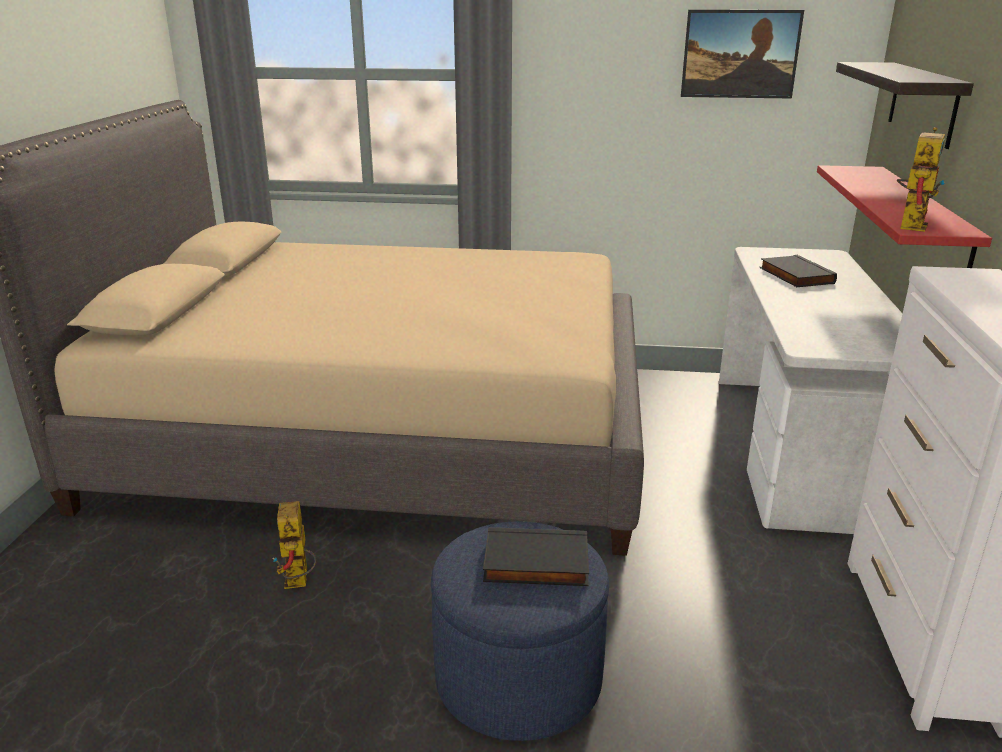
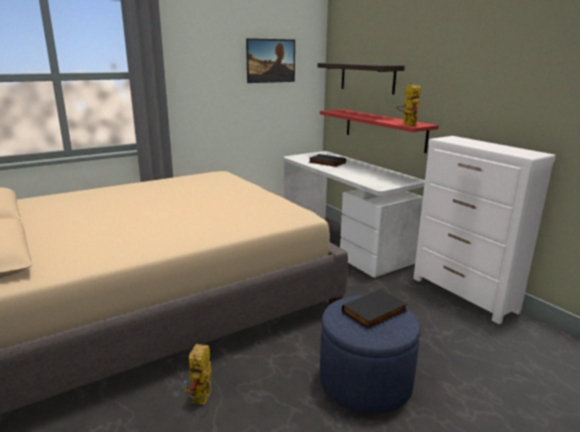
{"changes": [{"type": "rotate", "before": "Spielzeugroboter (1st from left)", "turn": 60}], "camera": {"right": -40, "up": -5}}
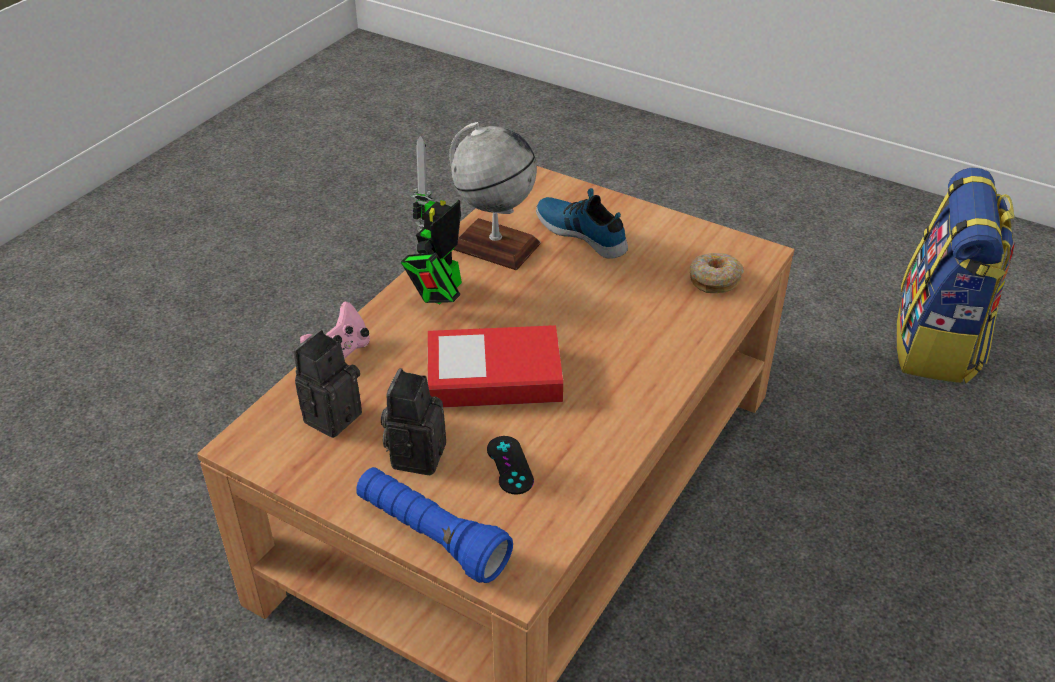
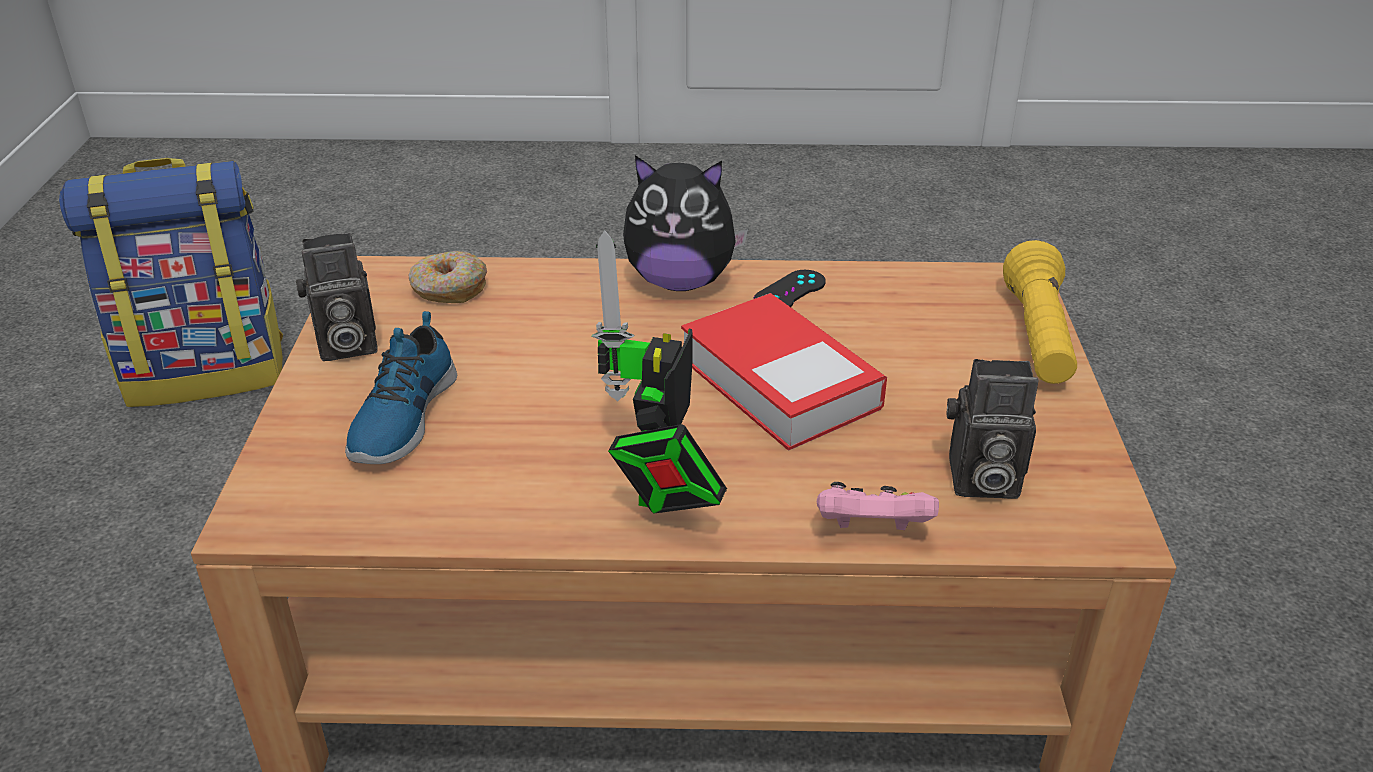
{"changes": [{"type": "move", "before": "Kamera (2nd from left in the first image)", "after": "Kamera (1st from left)"}, {"type": "rotate", "before": "Spielzeugroboter", "turn": 105}, {"type": "insert", "after": "Plüschtier"}, {"type": "move", "before": "Gamepad [schwarz]"}, {"type": "recolor", "before": "Taschenlampe [blau]", "after": "Taschenlampe [gelb]"}, {"type": "delete", "before": "Globus"}], "camera": {"right": -120, "up": -5}}
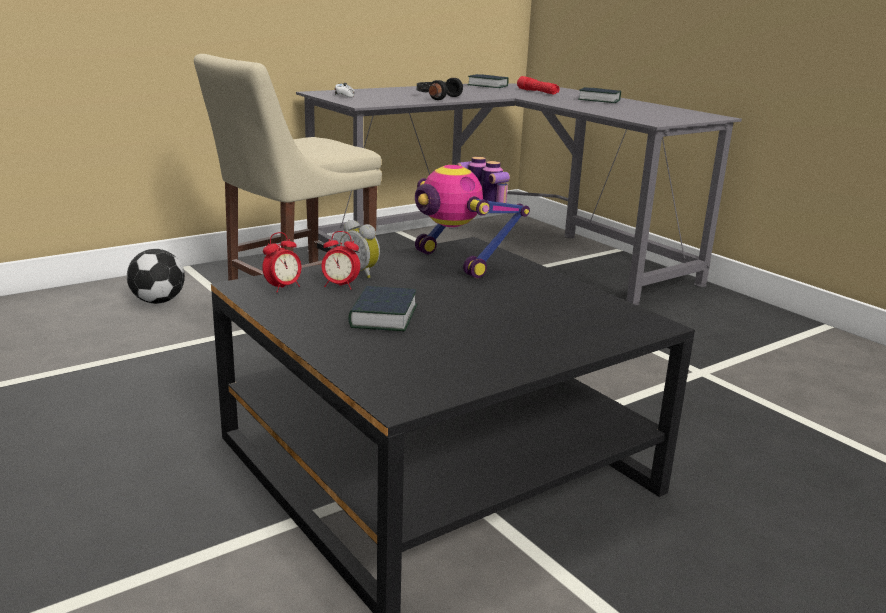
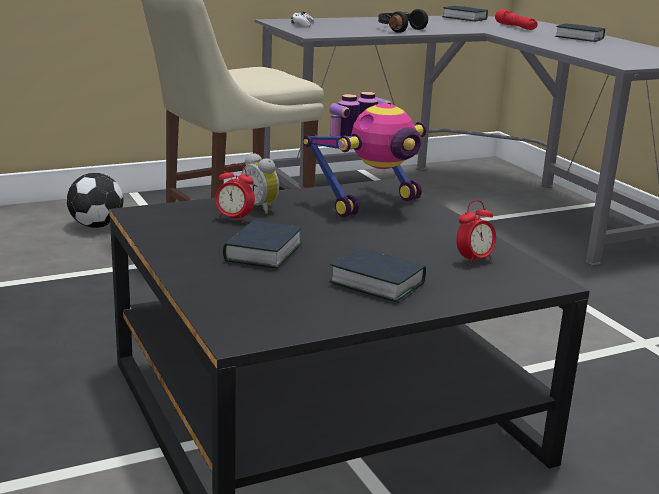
{"changes": [{"type": "rotate", "before": "Spielzeugroboter", "turn": -105}, {"type": "insert", "after": "Buch (2nd from left)"}, {"type": "move", "before": "Wecker (1st from left in the first image)", "after": "Wecker (3rd from left)"}], "camera": {"right": 10, "up": 0}}
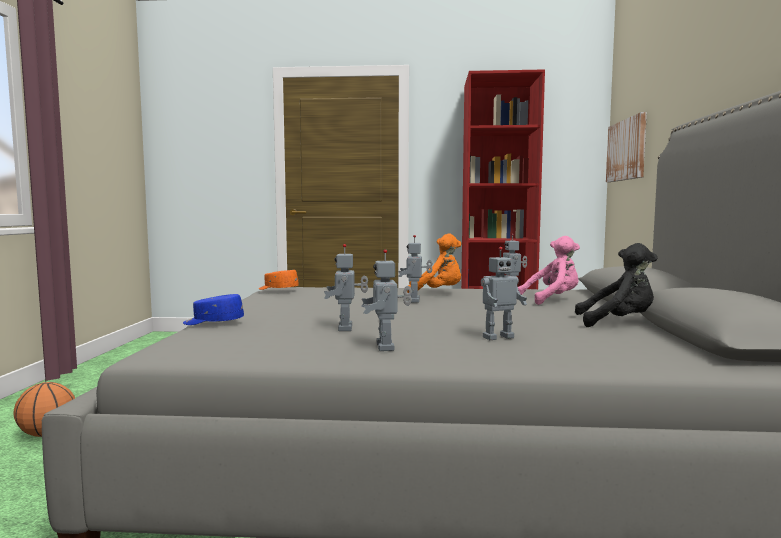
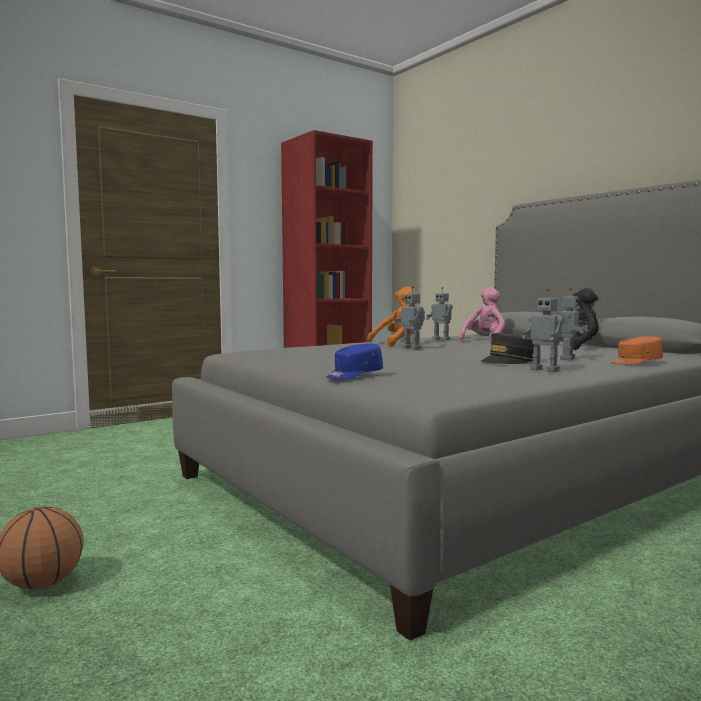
{"changes": [{"type": "insert", "after": "Kappe [grau]"}, {"type": "move", "before": "Kappe [orange]"}, {"type": "delete", "before": "Spielzeugroboter (1st from left)"}, {"type": "delete", "before": "Bild"}], "camera": {"right": -40, "up": 0}}
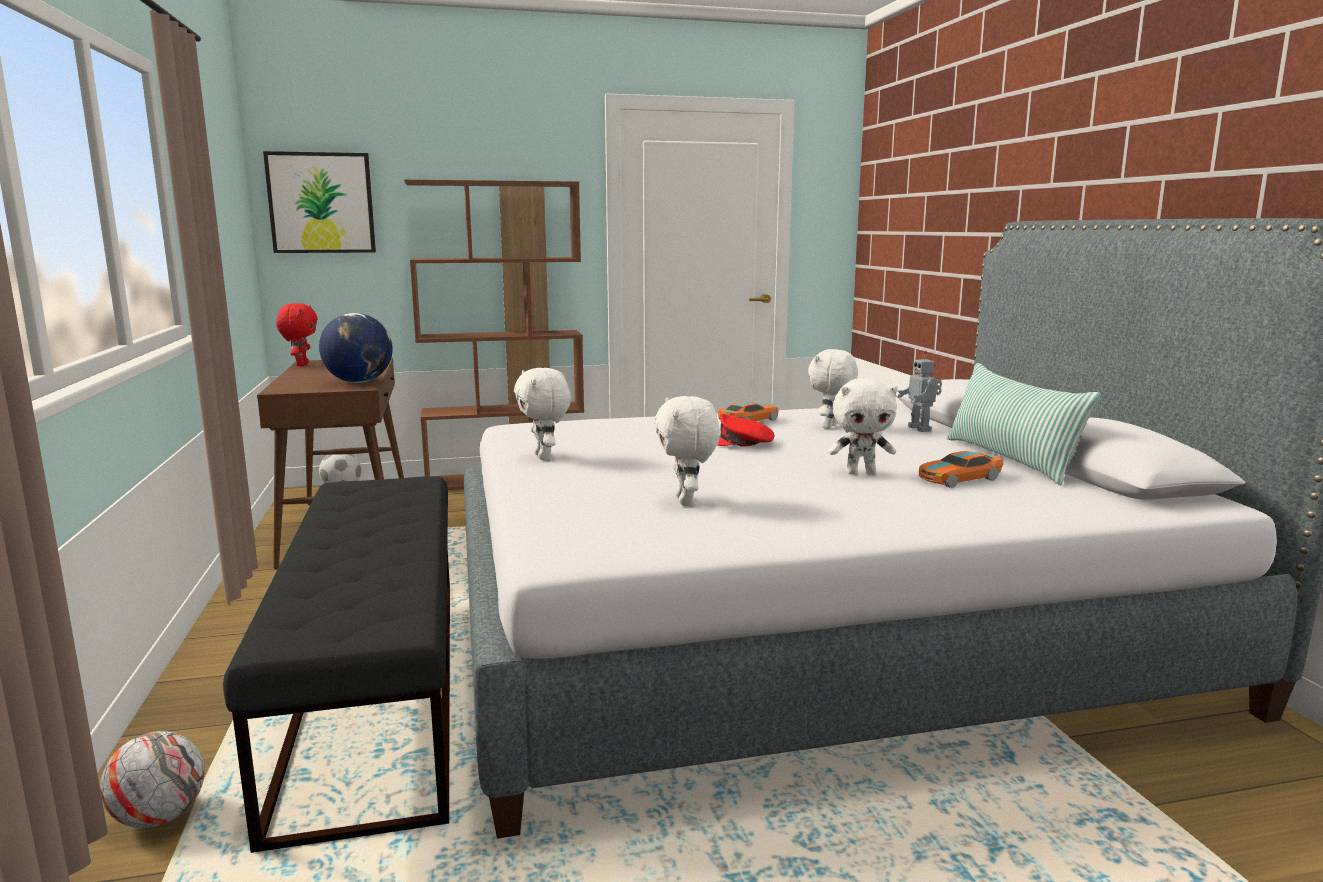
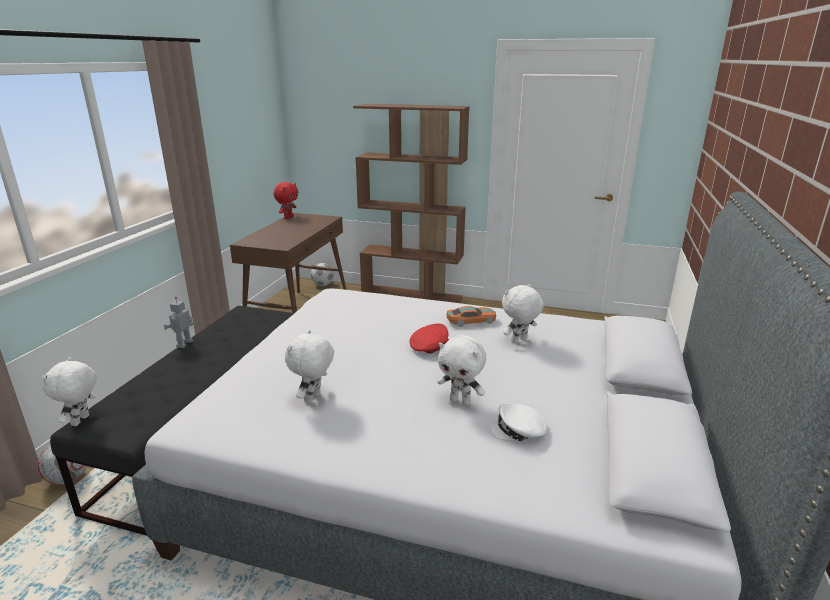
{"changes": [{"type": "move", "before": "Plüschtier [weiß] (1st from left)"}, {"type": "move", "before": "Spielzeugroboter"}, {"type": "rotate", "before": "Kappe [rot]", "turn": 105}, {"type": "replace", "before": "Spielzeugauto (2nd from left)", "after": "Kappe [weiß]"}, {"type": "delete", "before": "Bild"}, {"type": "delete", "before": "Globus"}, {"type": "delete", "before": "Kissen"}], "camera": {"right": 30, "up": 10}}
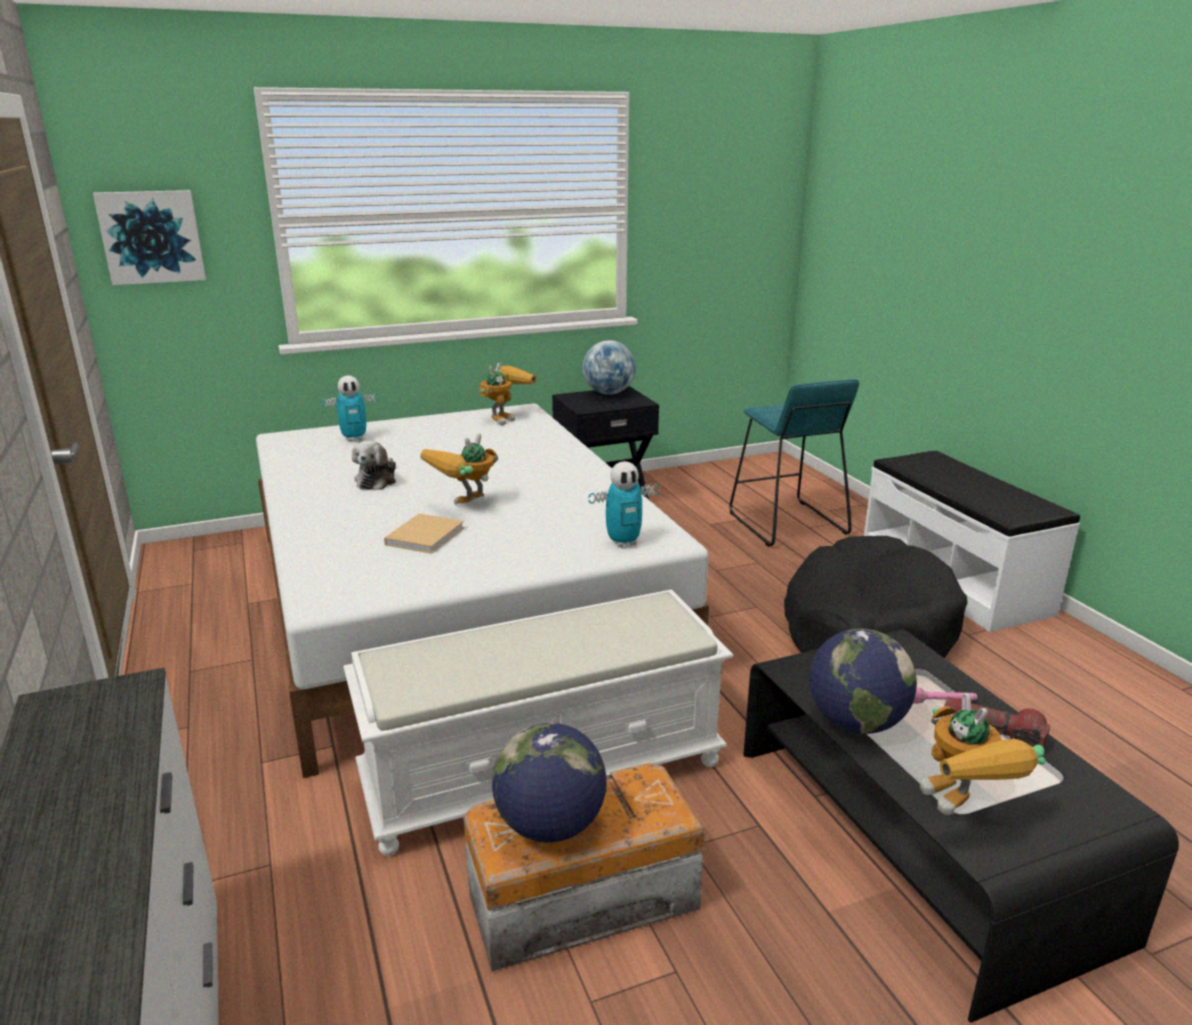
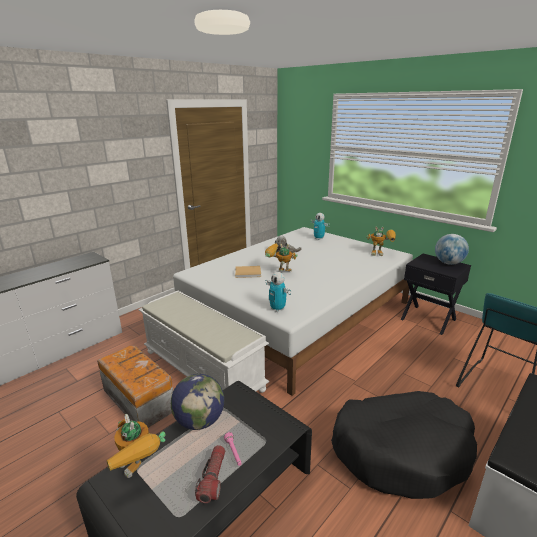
{"changes": [{"type": "rotate", "before": "Spielzeugroboter (5th from left in the first image)", "turn": -90}, {"type": "delete", "before": "Bild"}, {"type": "delete", "before": "Globus (1st from left)"}], "camera": {"right": 65, "up": 0}}
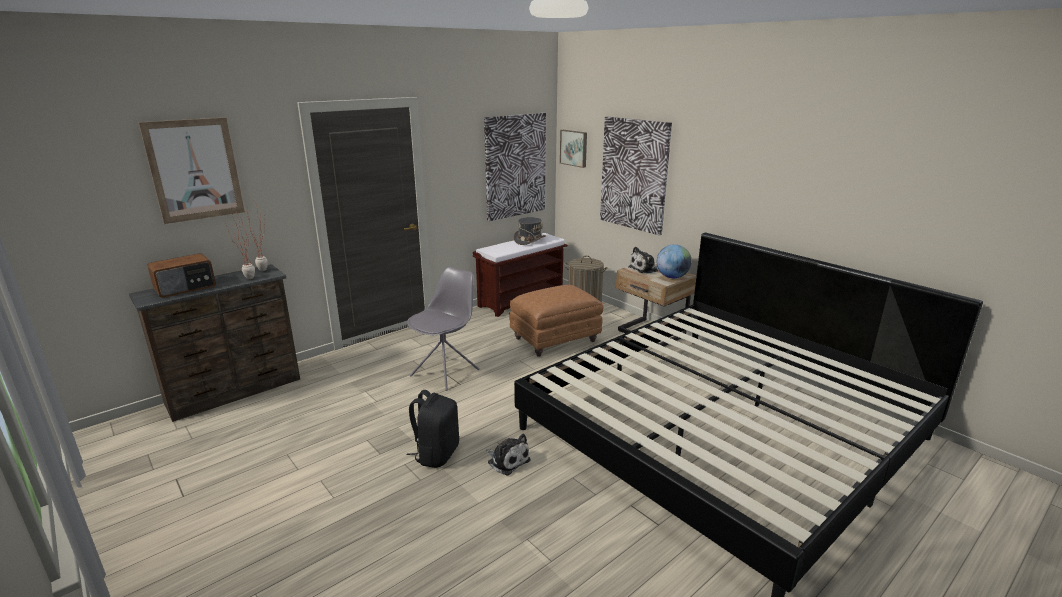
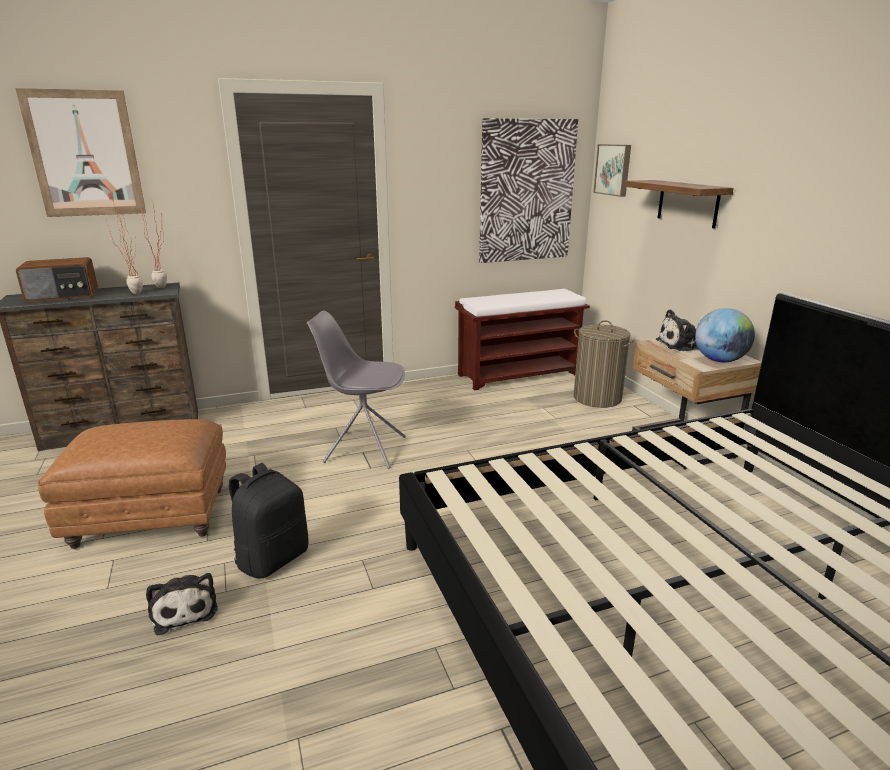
{"changes": [{"type": "move", "before": "Polsterhocker [braun]"}, {"type": "move", "before": "Plüschtier (1st from left)"}, {"type": "rotate", "before": "Stuhl [grau]", "turn": -135}, {"type": "replace", "before": "Bild (4th from left)", "after": "Wandregal"}, {"type": "delete", "before": "Hut [grau]"}], "camera": {"right": 20, "up": 0}}
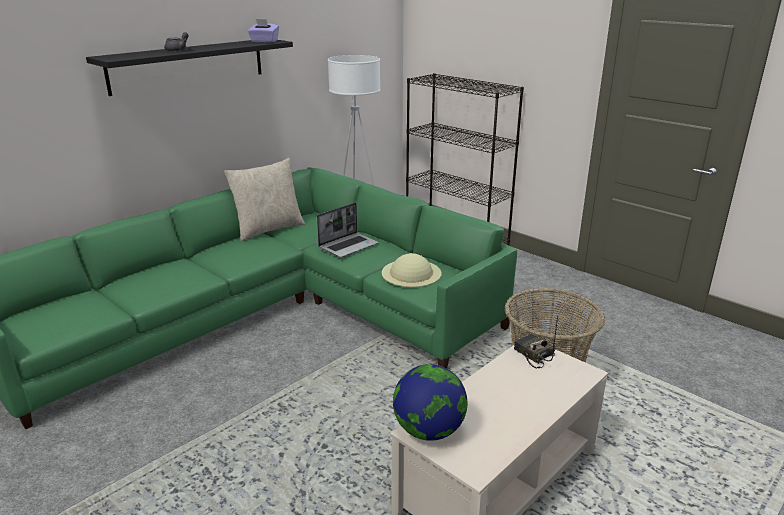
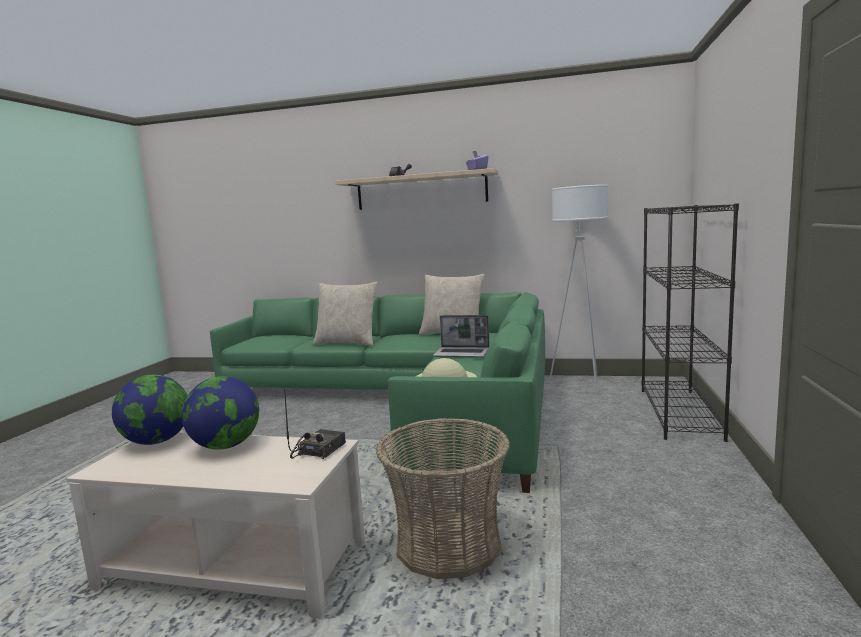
{"changes": [{"type": "insert", "after": "Globus (2nd from left)"}, {"type": "insert", "after": "Kissen [beige] (1st from left)"}, {"type": "recolor", "before": "Wandregal [schwarz]", "after": "Wandregal [beige]"}], "camera": {"right": 60, "up": -15}}
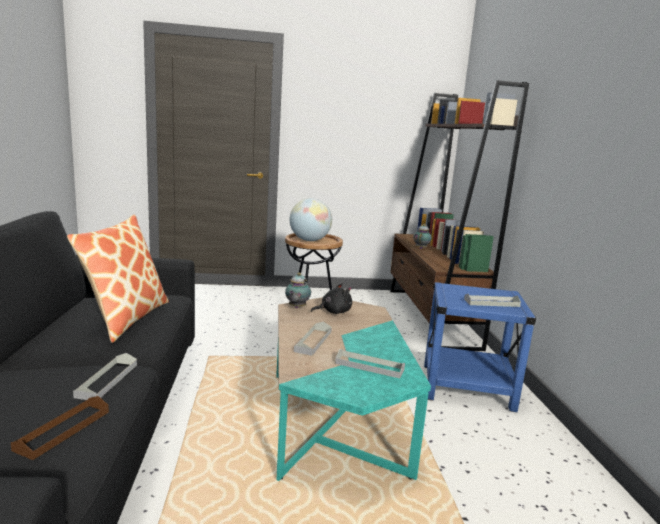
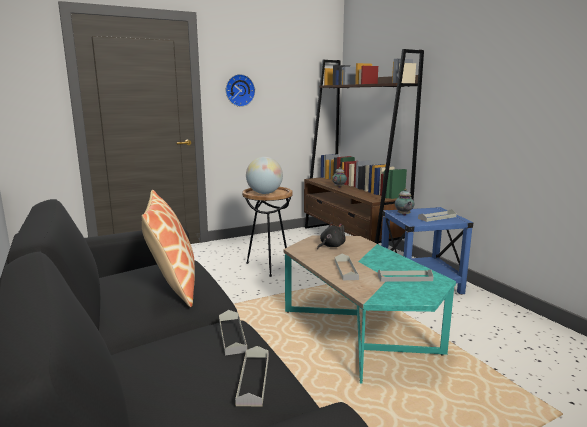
{"changes": [{"type": "insert", "after": "Wanduhr"}, {"type": "recolor", "before": "Tablett [braun]", "after": "Tablett [grau] (2nd from left)"}, {"type": "move", "before": "Teekanne (1st from left in the first image)", "after": "Teekanne (2nd from left)"}], "camera": {"right": -20, "up": 0}}
